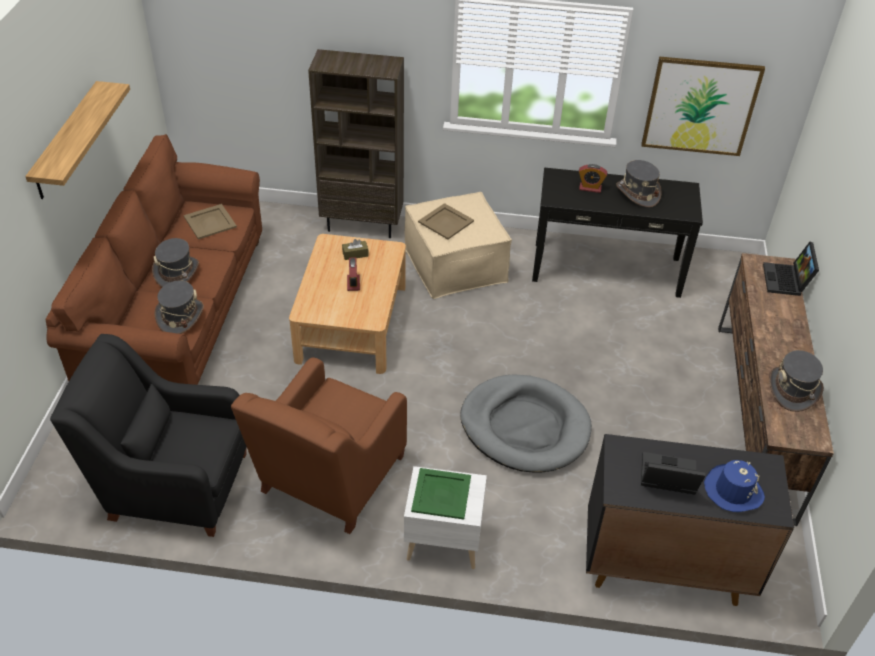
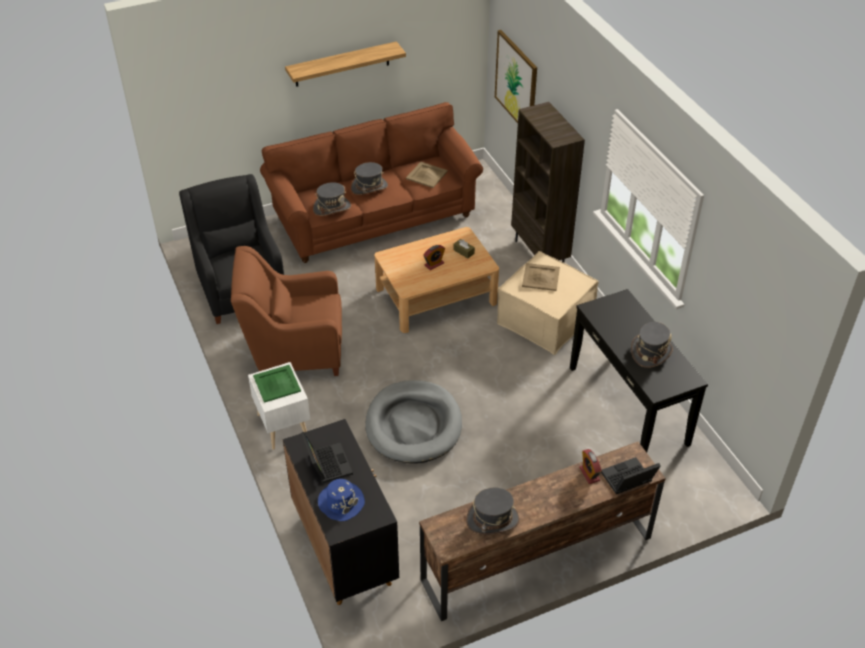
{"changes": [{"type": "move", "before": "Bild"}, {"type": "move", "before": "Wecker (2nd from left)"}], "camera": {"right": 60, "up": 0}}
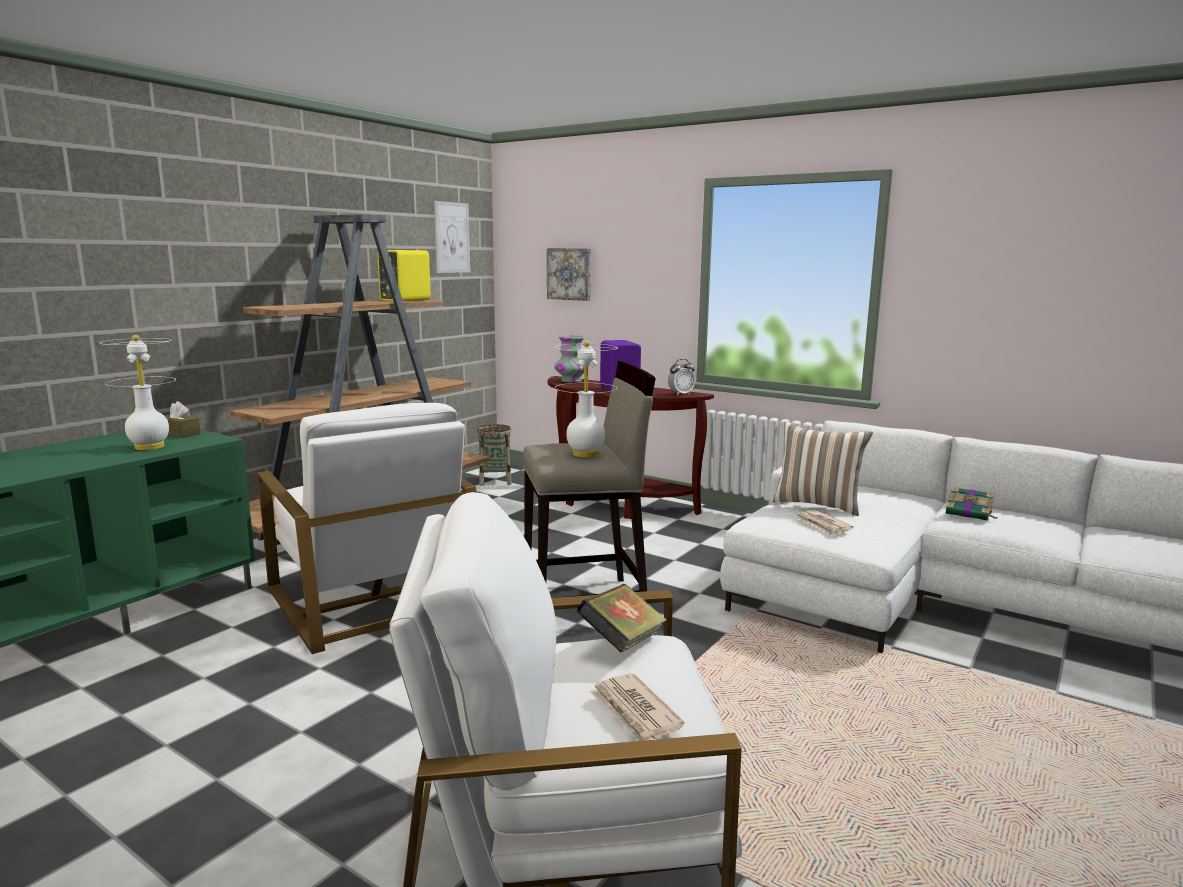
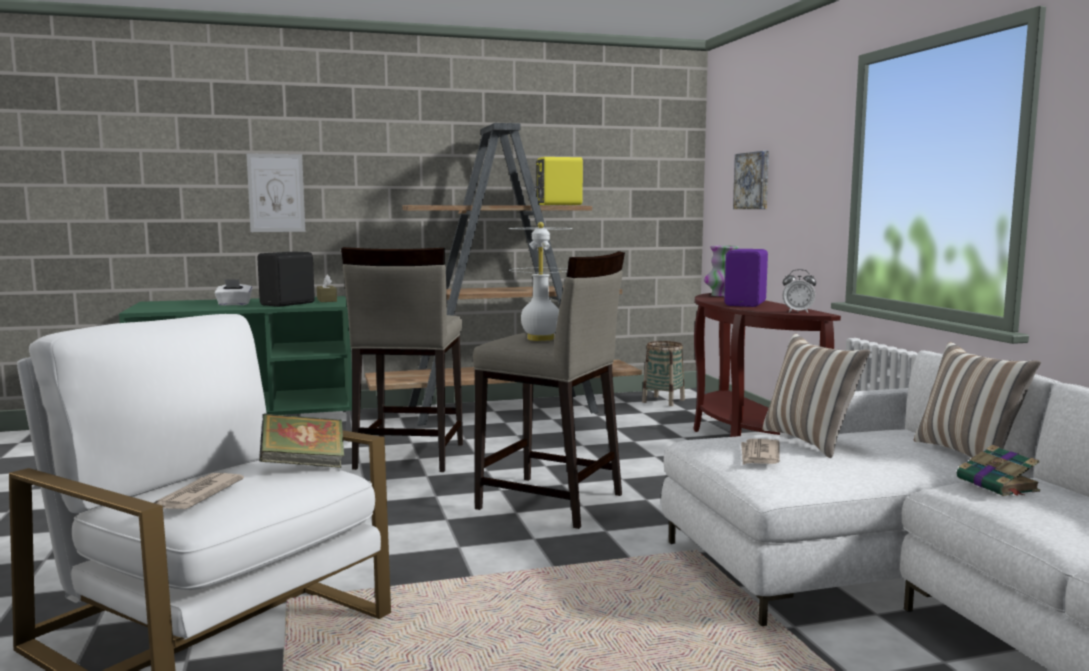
{"changes": [{"type": "insert", "after": "Taschentuchbox [weiß]"}, {"type": "move", "before": "Bild (1st from left)"}, {"type": "replace", "before": "Tischlampe [weiß] (1st from left)", "after": "Lautsprecher [schwarz]"}, {"type": "replace", "before": "Sessel [weiß] (1st from left)", "after": "Hocker [beige] (1st from left)"}, {"type": "insert", "after": "Kissen (2nd from left)"}], "camera": {"right": 40, "up": -5}}
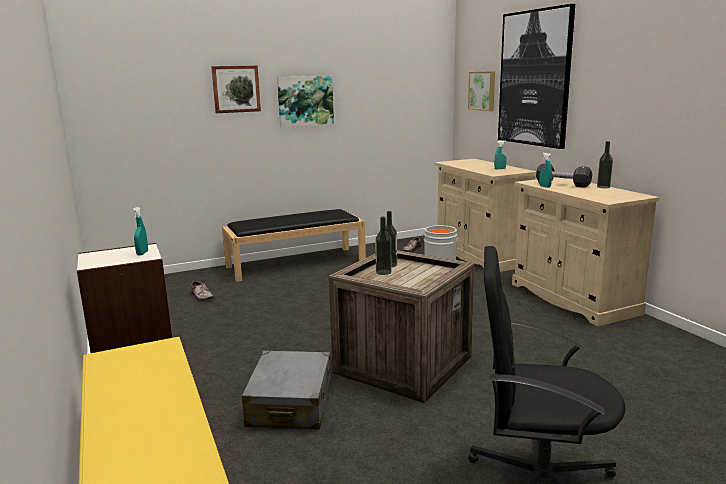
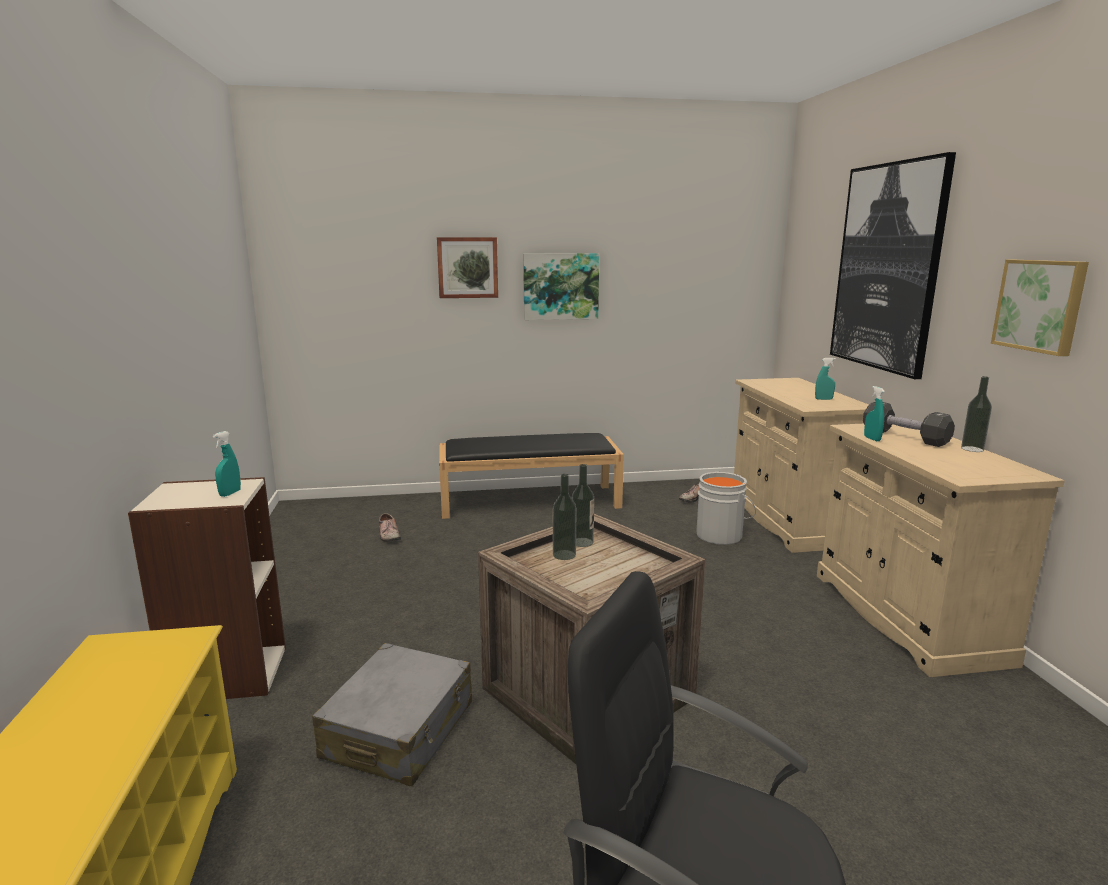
{"changes": [{"type": "move", "before": "Bild (3rd from left in the first image)", "after": "Bild (4th from left)"}], "camera": {"right": 15, "up": 0}}
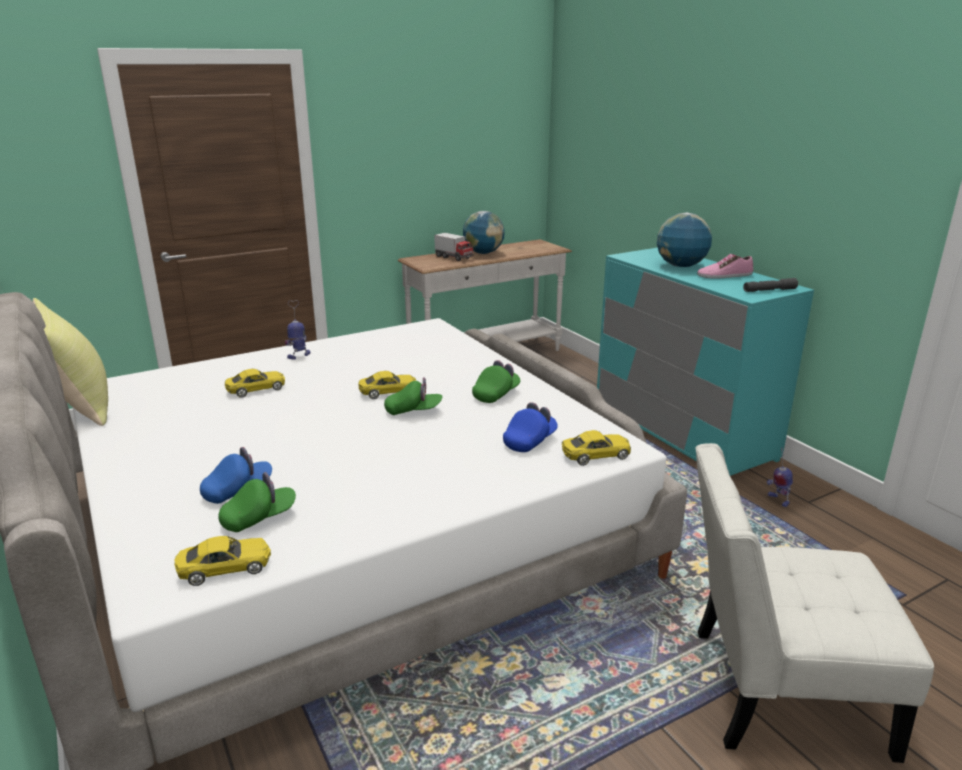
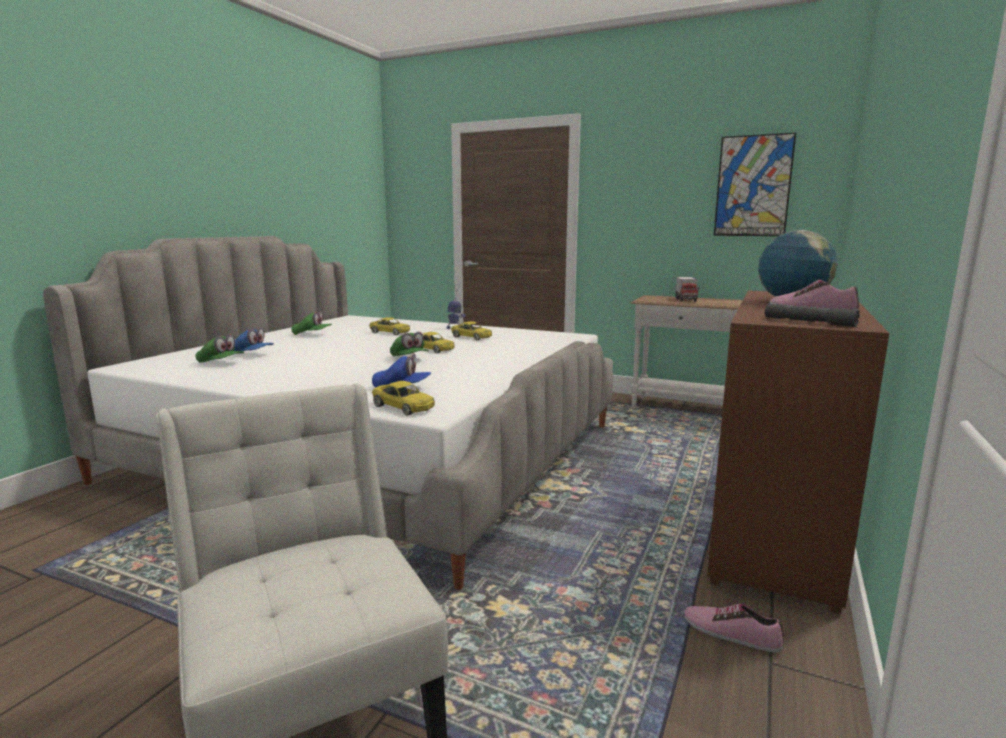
{"changes": [{"type": "move", "before": "Kappe [grün] (3rd from left in the first image)", "after": "Kappe [grün] (2nd from left)"}, {"type": "move", "before": "Spielzeugauto [gelb] (1st from left in the first image)", "after": "Spielzeugauto [gelb] (4th from left)"}, {"type": "replace", "before": "Spielzeugroboter (2nd from left)", "after": "Schuh (1st from left)"}, {"type": "recolor", "before": "Kommode [türkis]", "after": "Kommode [braun]"}, {"type": "insert", "after": "Bild"}, {"type": "delete", "before": "Kissen [gelb]"}, {"type": "delete", "before": "Globus (1st from left)"}], "camera": {"right": 55, "up": -10}}
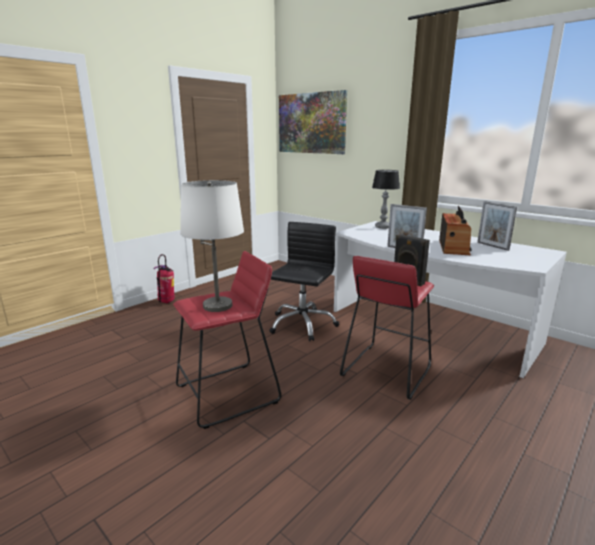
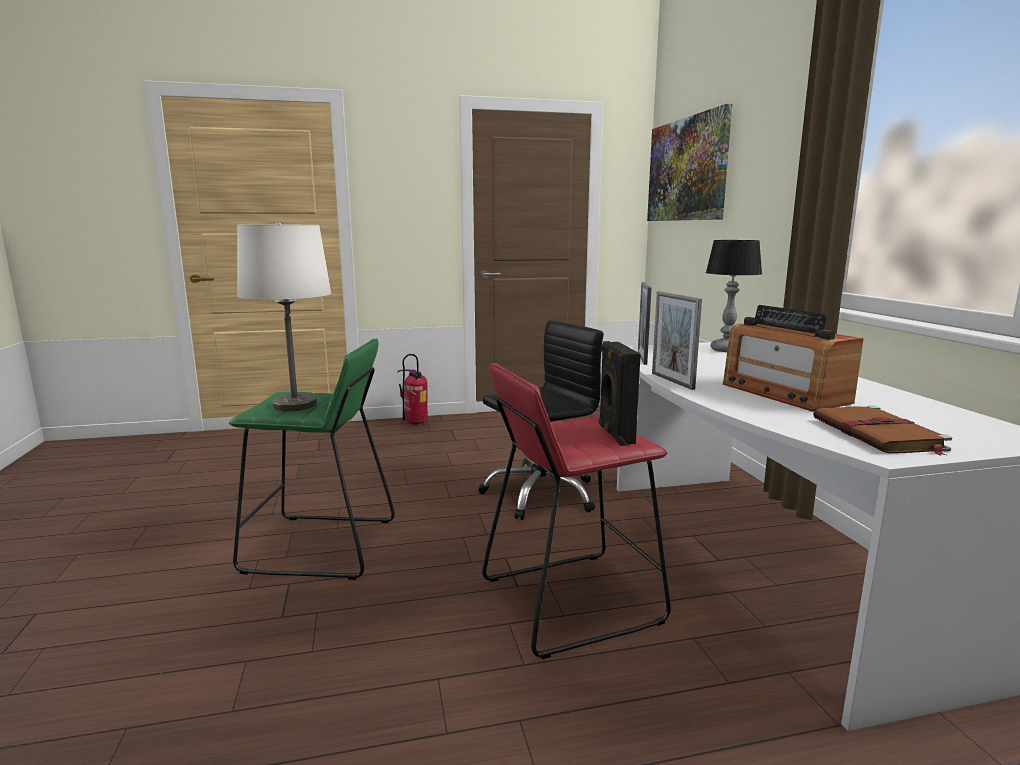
{"changes": [{"type": "recolor", "before": "Hocker [rot] (1st from left)", "after": "Hocker [grün]"}, {"type": "move", "before": "Bilderrahmen (2nd from left in the first image)", "after": "Bilderrahmen (1st from left)"}, {"type": "rotate", "before": "Radio", "turn": 105}, {"type": "insert", "after": "Buch [braun]"}], "camera": {"right": 35, "up": -5}}
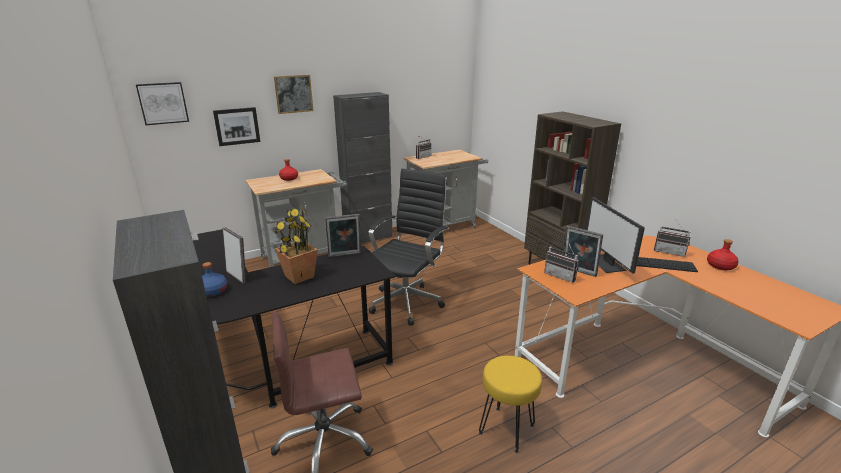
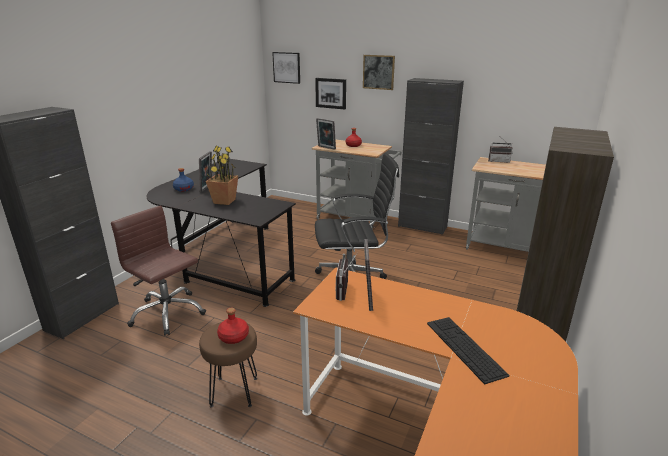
{"changes": [{"type": "recolor", "before": "Hocker [gelb]", "after": "Hocker [braun]"}, {"type": "move", "before": "Flasche [rot] (2nd from left in the first image)", "after": "Flasche [rot] (1st from left)"}, {"type": "move", "before": "Bilderrahmen (2nd from left)"}, {"type": "delete", "before": "Monitor"}, {"type": "delete", "before": "Radio (3rd from left)"}], "camera": {"right": 55, "up": 0}}
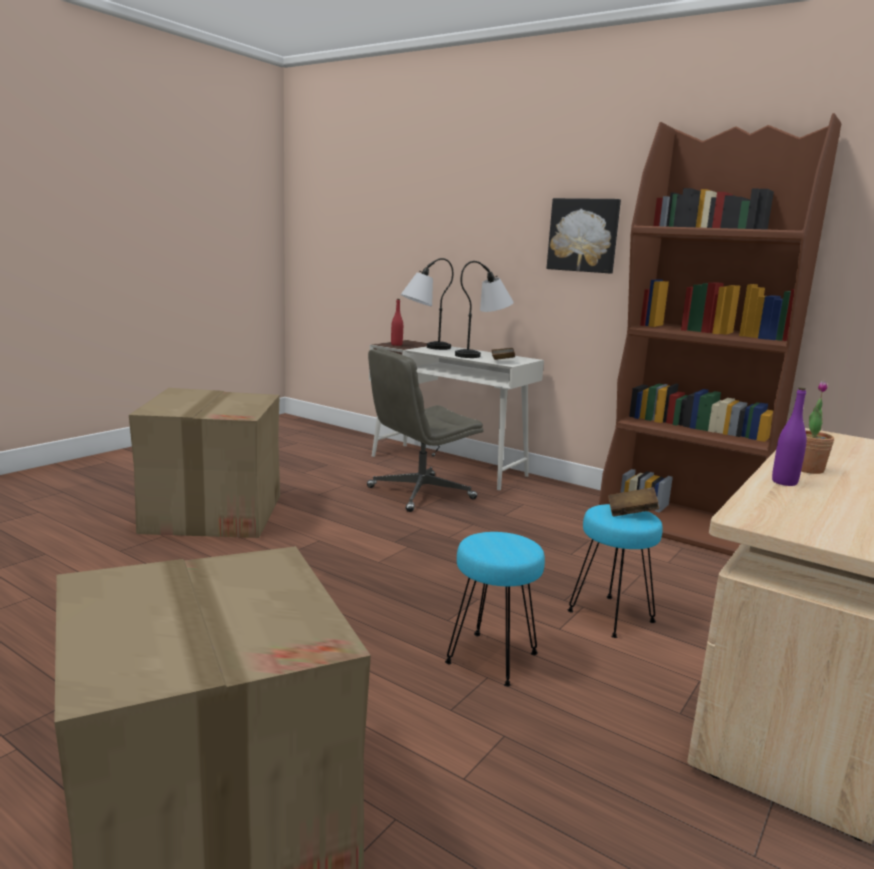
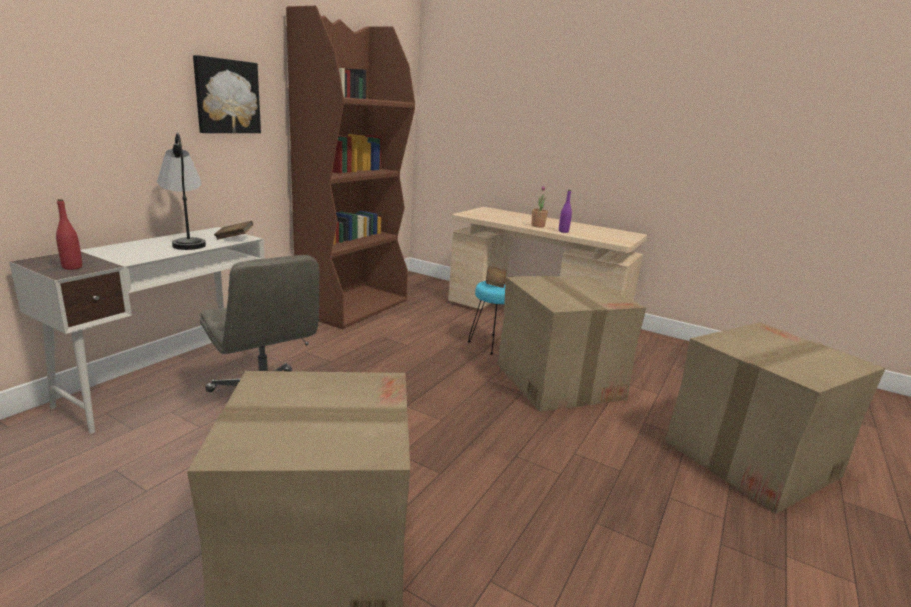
{"changes": [{"type": "replace", "before": "Hocker [türkis] (1st from left)", "after": "Karton (2nd from left)"}, {"type": "delete", "before": "Tischlampe (1st from left)"}], "camera": {"right": -95, "up": 5}}
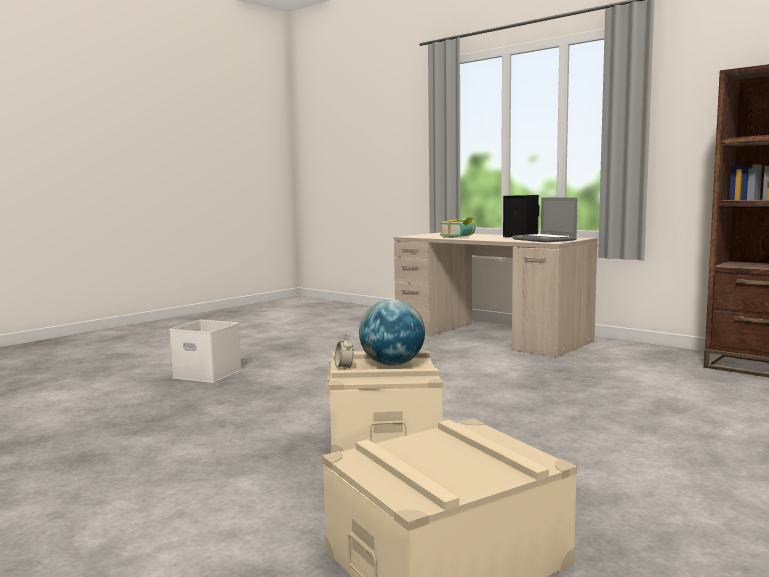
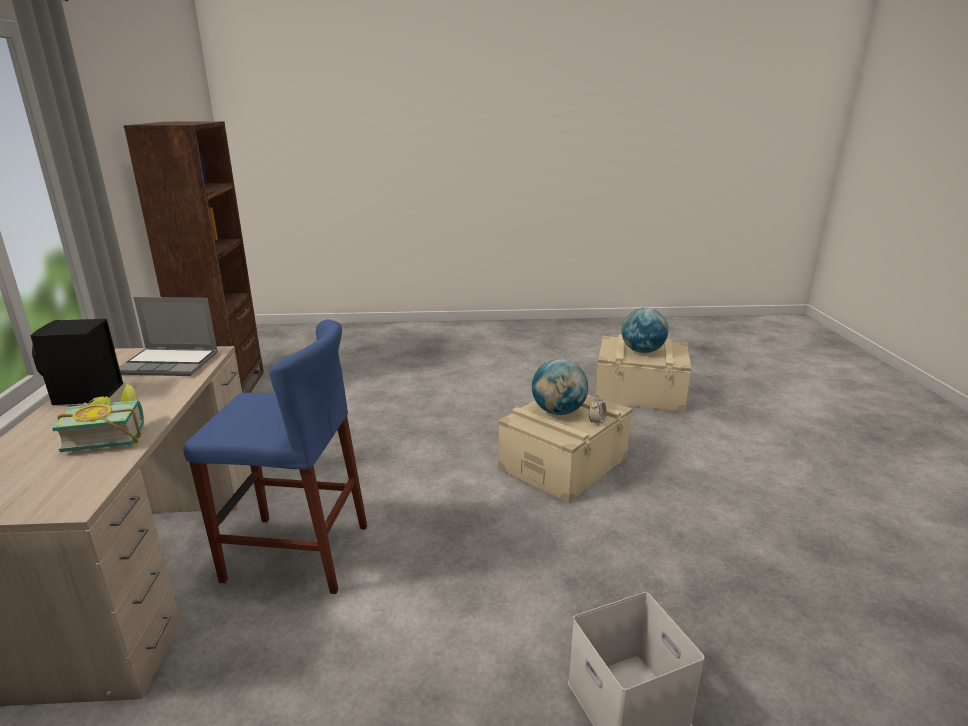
{"changes": [{"type": "rotate", "before": "Laptop", "turn": 75}, {"type": "insert", "after": "Hocker [blau]"}, {"type": "insert", "after": "Globus (2nd from left)"}], "camera": {"right": -135, "up": 15}}
